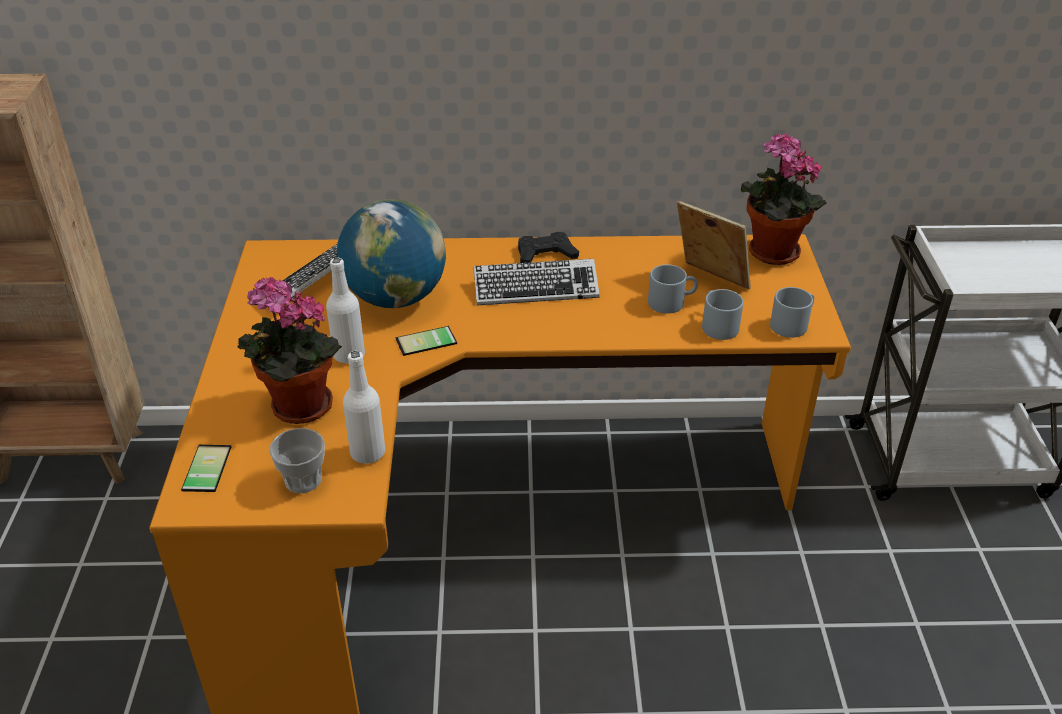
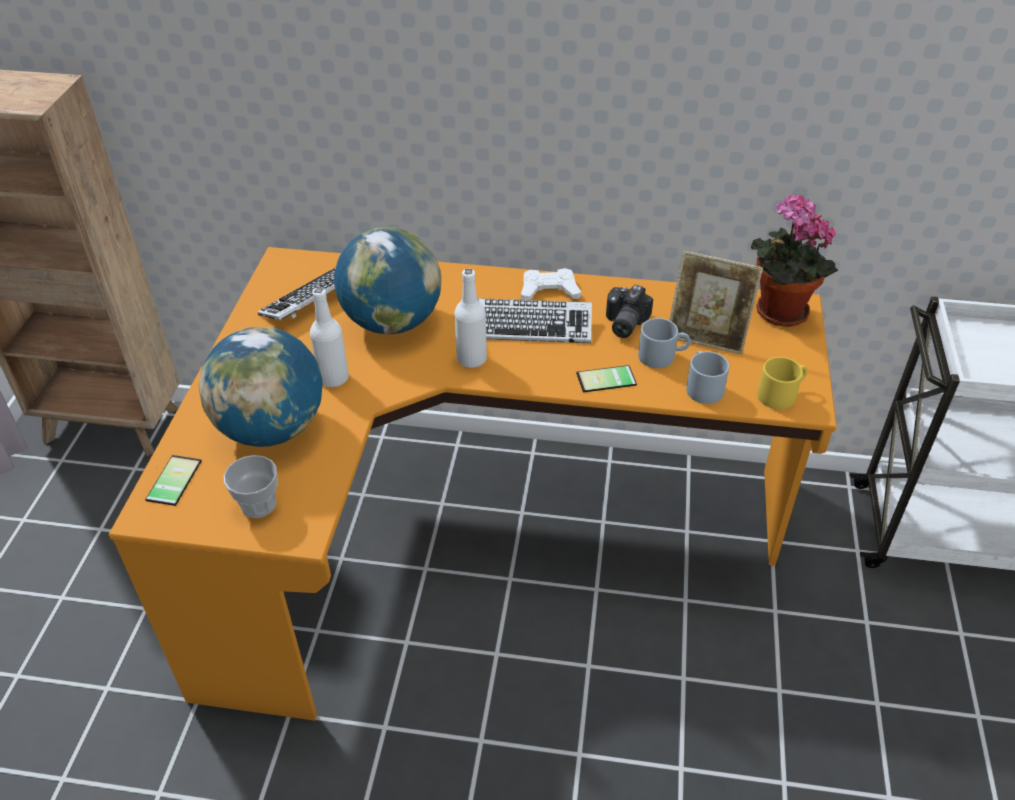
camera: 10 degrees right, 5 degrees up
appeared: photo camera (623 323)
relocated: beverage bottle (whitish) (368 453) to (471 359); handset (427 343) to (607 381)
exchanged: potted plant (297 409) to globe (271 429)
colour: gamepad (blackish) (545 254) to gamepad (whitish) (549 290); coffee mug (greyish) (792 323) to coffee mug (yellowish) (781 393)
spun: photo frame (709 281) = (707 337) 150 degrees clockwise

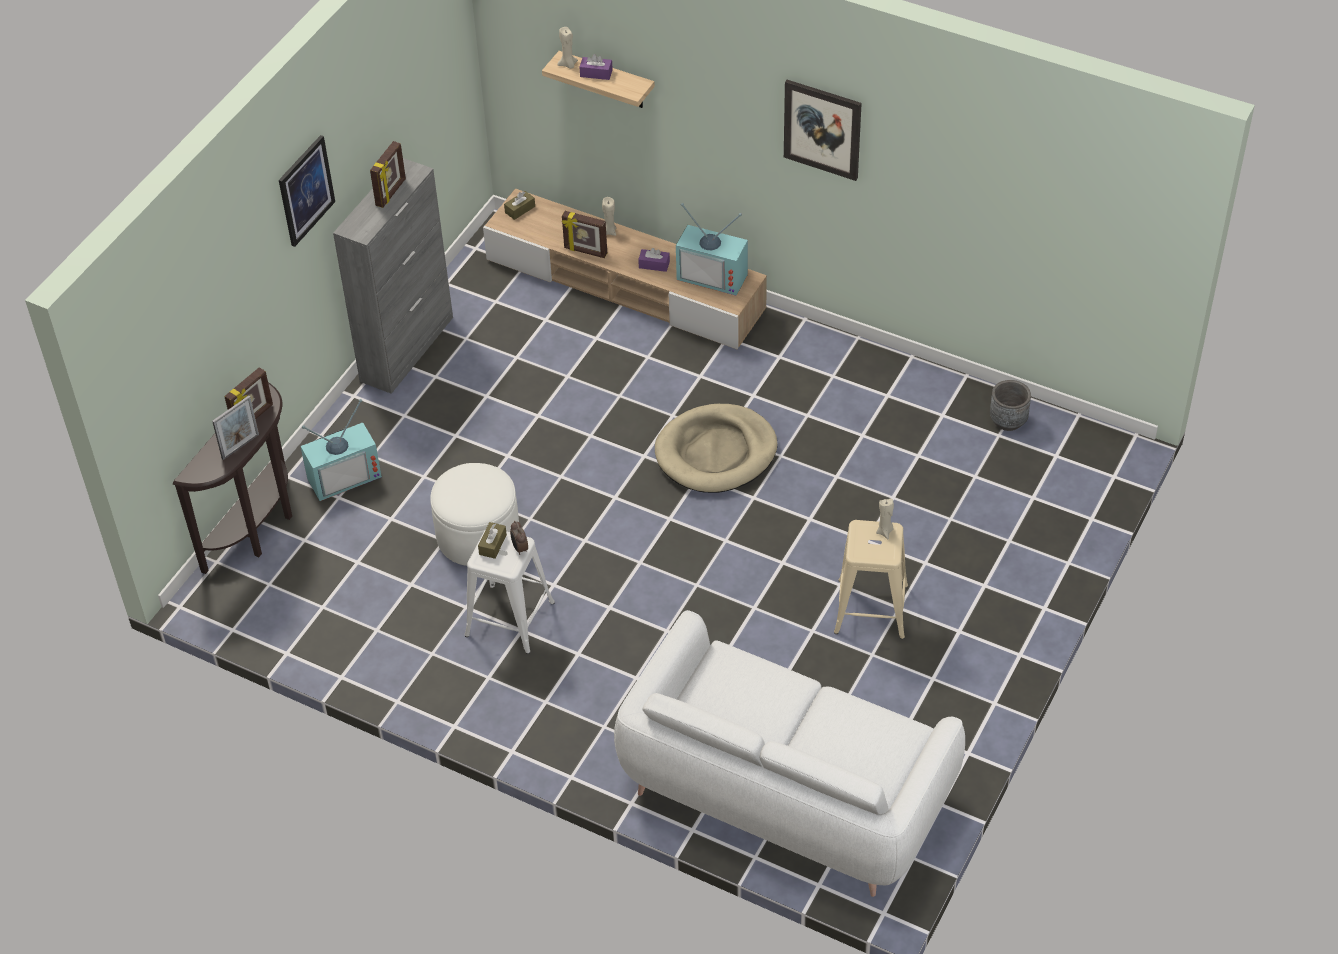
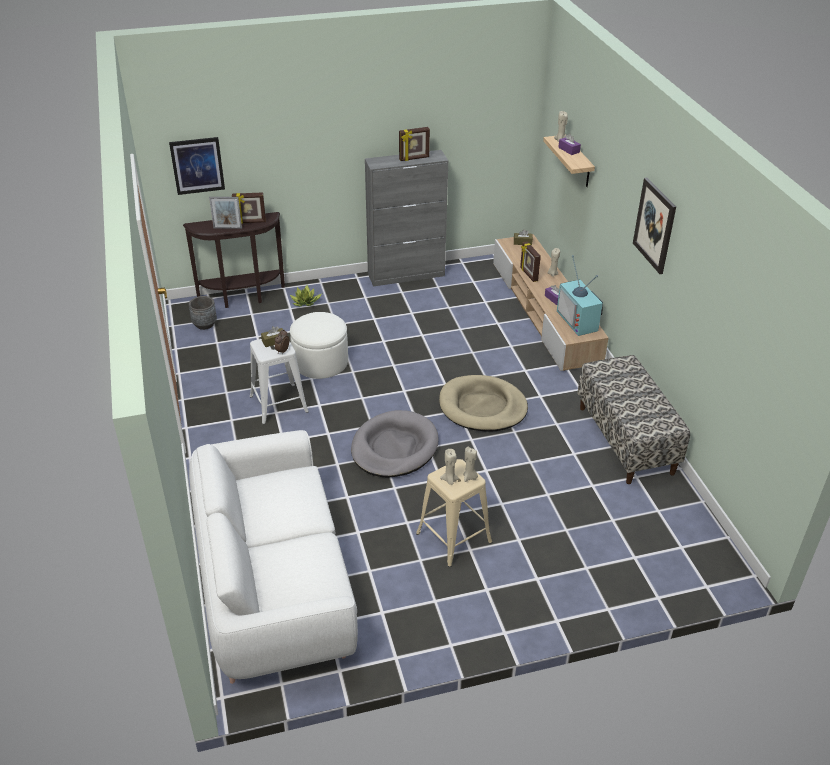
camera: 45 degrees right, 10 degrees down
appeared: dog cushion (greyish) (394 447); wax light (beige) (449 480); bench (626 440)
relocated: wall art (305 190) to (197 165); flower pot (greyish) (1007 421) to (205 324)
exchanged: television (344 475) to potted plant (305 302)

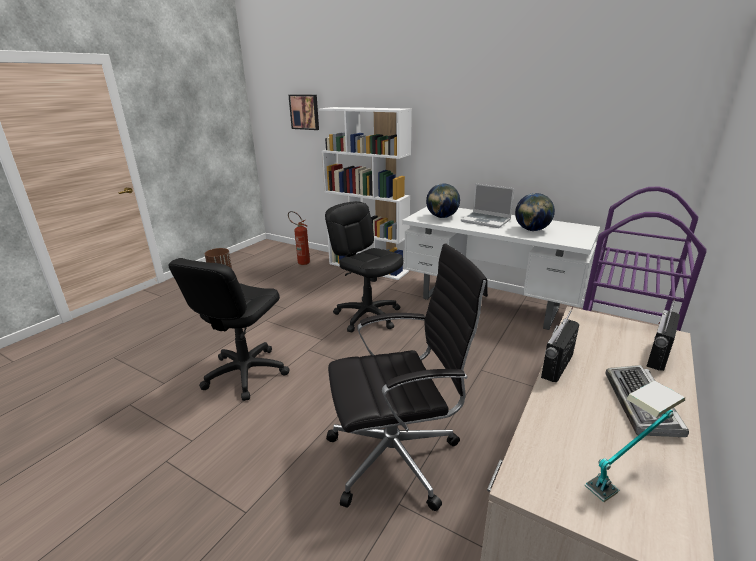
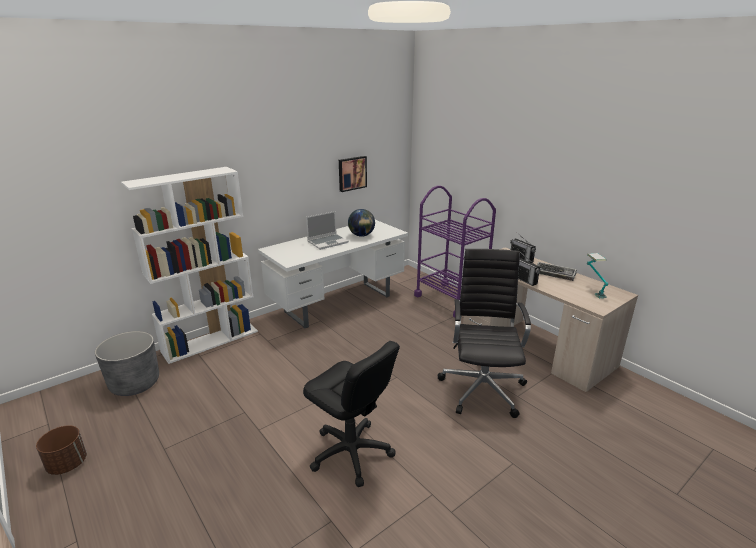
camera: 70 degrees left, 0 degrees up
missing: computer chair (blackish) (368 316); globe (442 217)
relocated: wall art (305 112) to (352 173)
exchanged: fire extinguisher (301 262) to flower pot (greyish) (135 383)

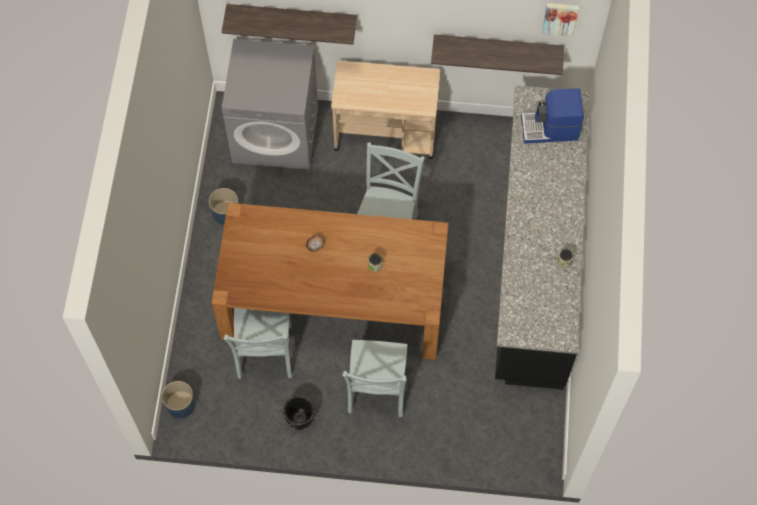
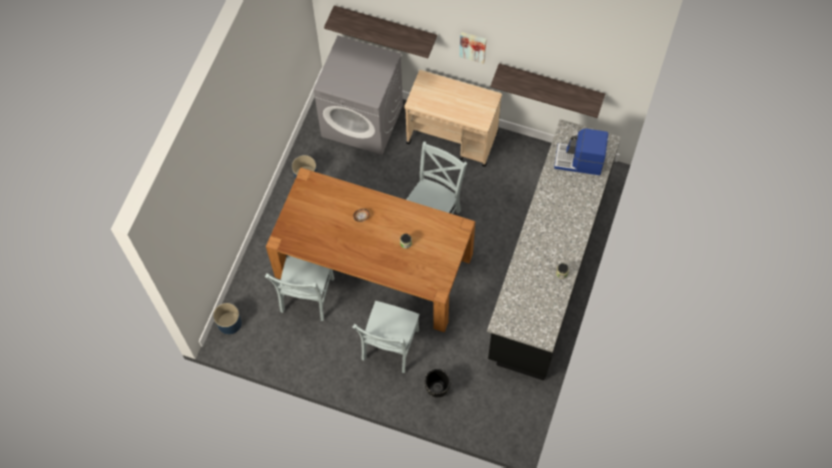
camera: 15 degrees right, 0 degrees up
relocated: flower pot (blackish) (300 418) to (437 388); wall art (560 18) to (473 46)

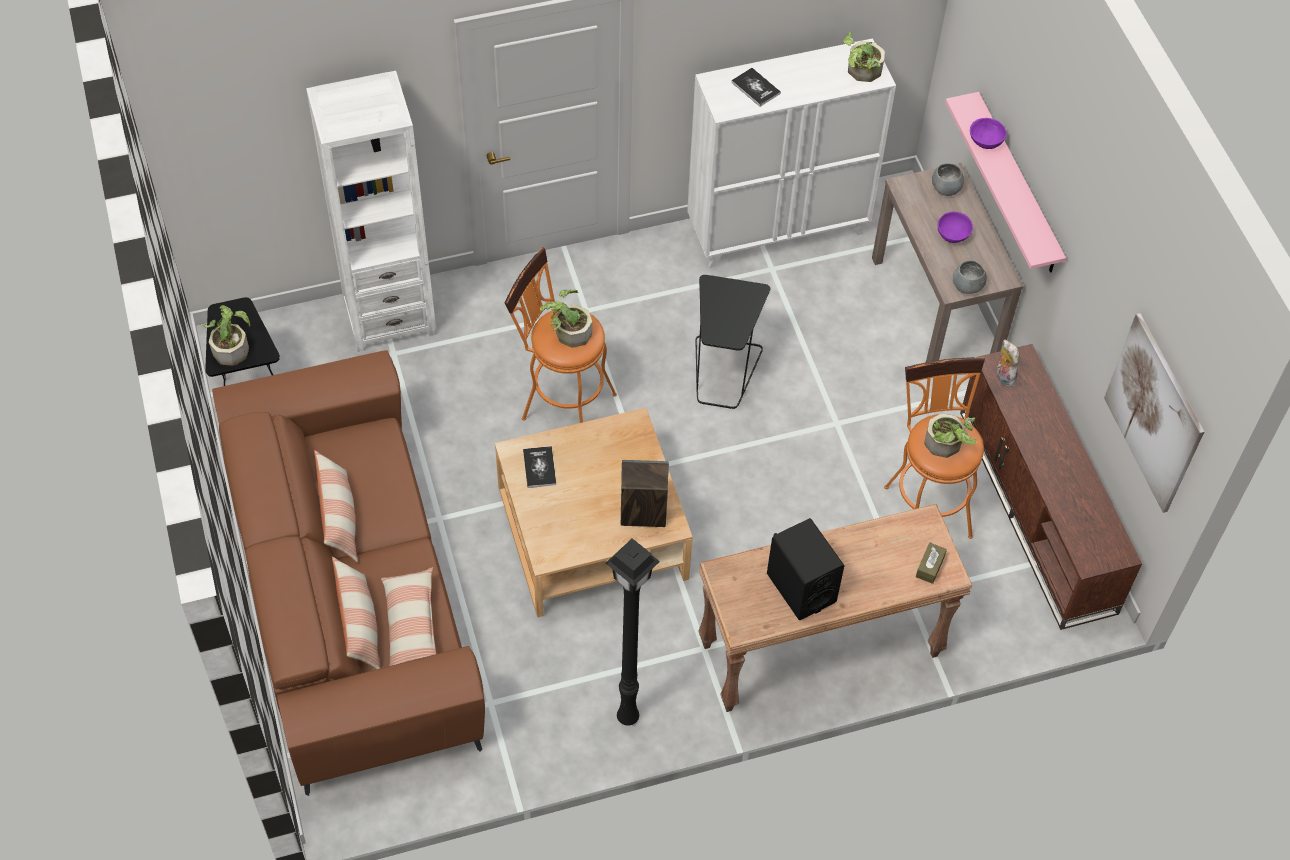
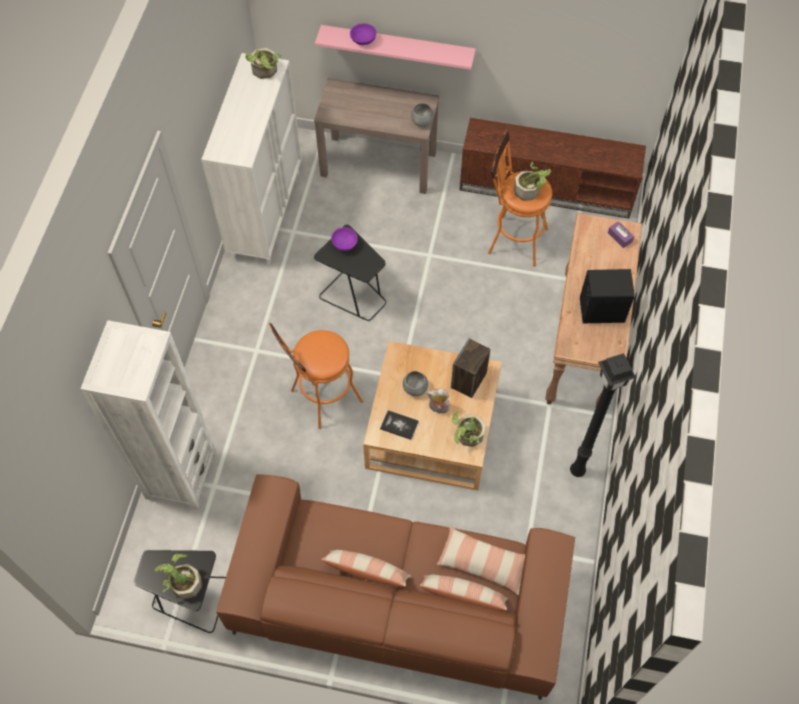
camera: 60 degrees left, 5 degrees up
missing: book (755 88); wall art (1154 413)
relocated: bowl (purple-coloured) (953 235) to (345 244); bowl (greyish) (946 188) to (415 388); soft toy (1003 376) to (438 408); potted plant (568 331) to (467 436)
colour: tissue box (brown) (930 566) to tissue box (purple-coloured) (619 237)

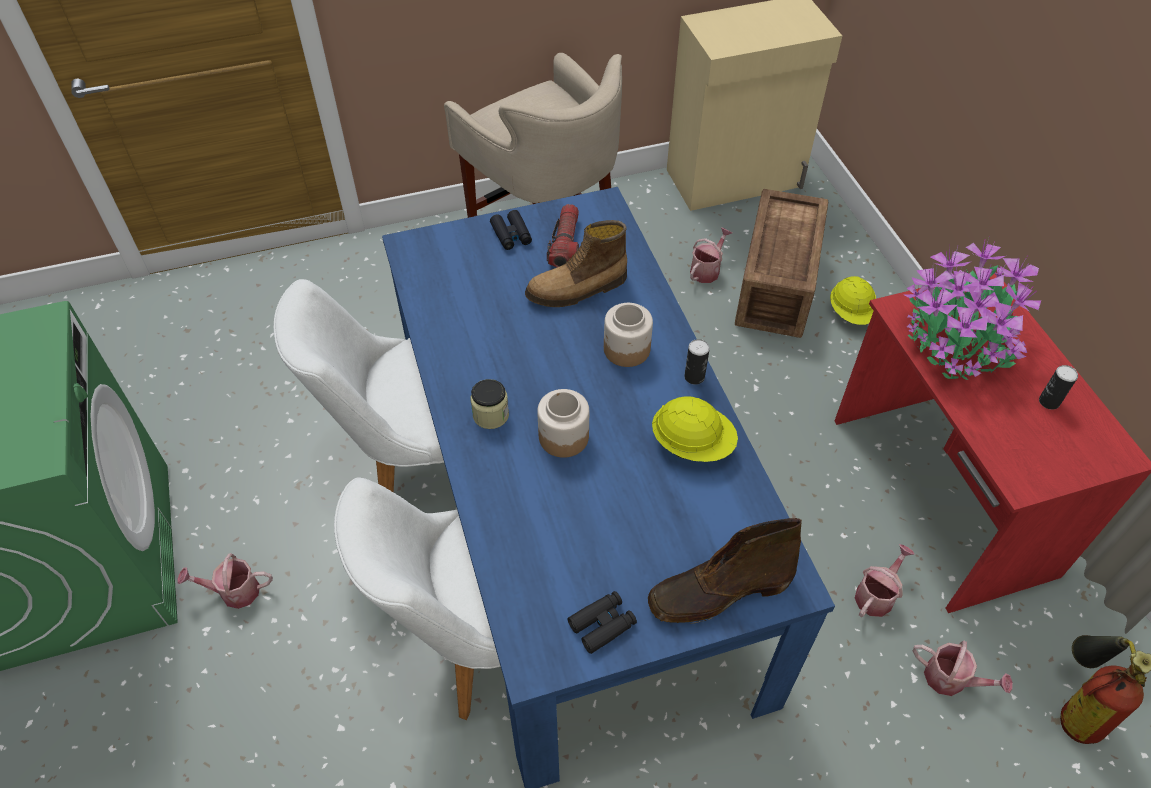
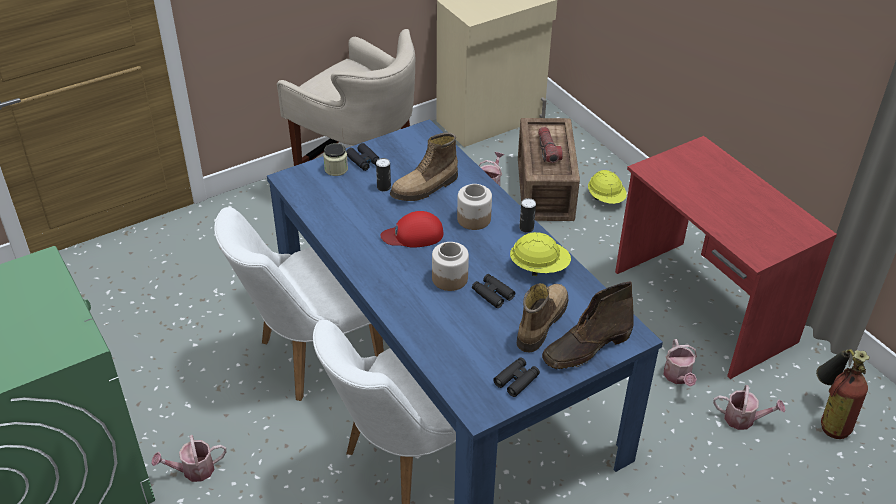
camera: 15 degrees left, 10 degrees down
missing: potted plant (956 341)
appeared: cap (reddish) (413 235); binoculars (blackish) (492 294); tall boot (540 322)
relocated: preserve jar (491 415) to (336 169); can (1049 402) to (384 187); torch (565 244) to (548 150)
spun: watering pot (877 594) = (678 377) 150 degrees clockwise

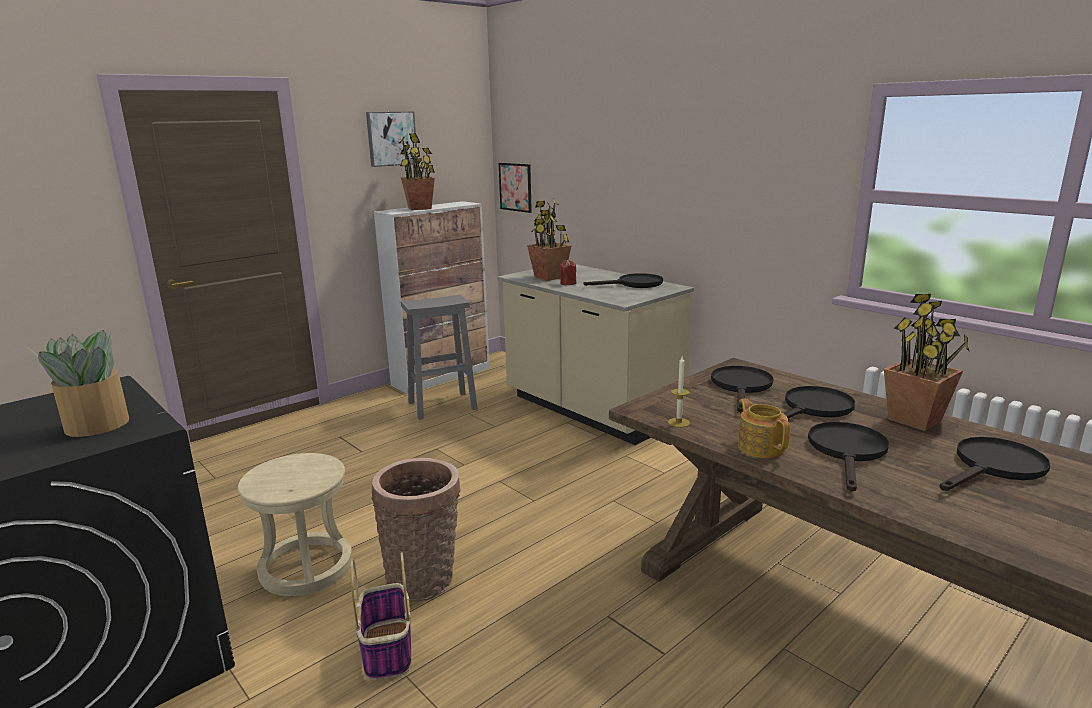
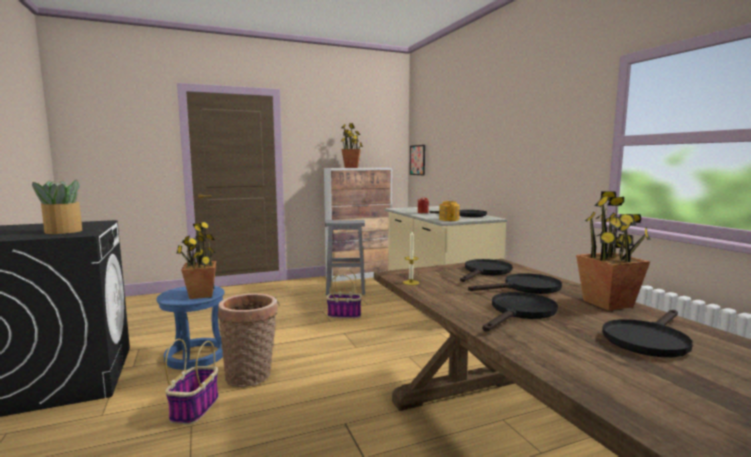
camera: 20 degrees right, 10 degrees down
missing: wall art (391 138)
appeared: storage basket (345 315)
relocated: potted plant (550 277) to (201 295); tea pot (761 447) to (449 219)
colour: stool seat (beige) (306 567) to stool seat (bluish) (195 356)
spun: pan (blackish) (994 467) = (648 339) 150 degrees clockwise

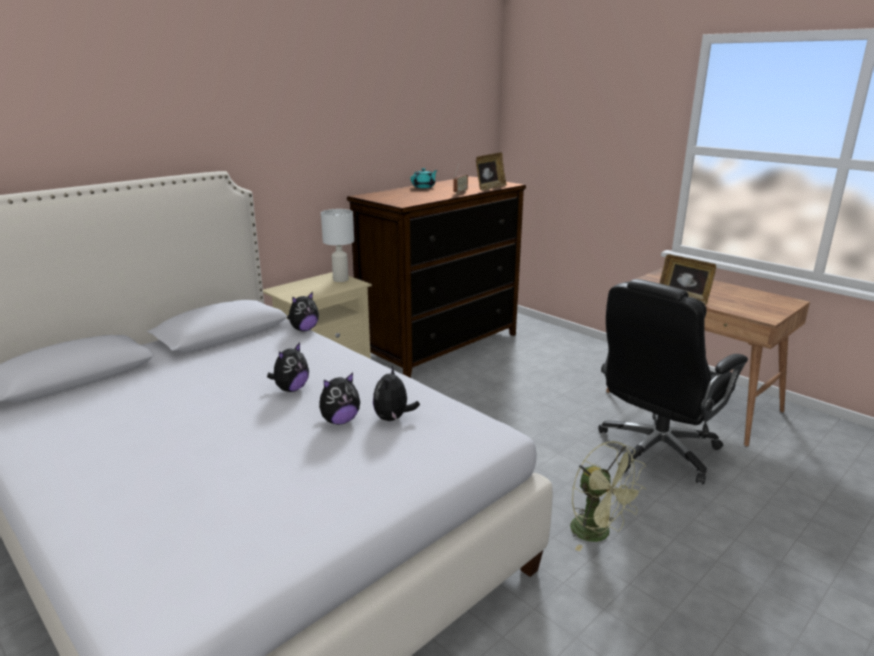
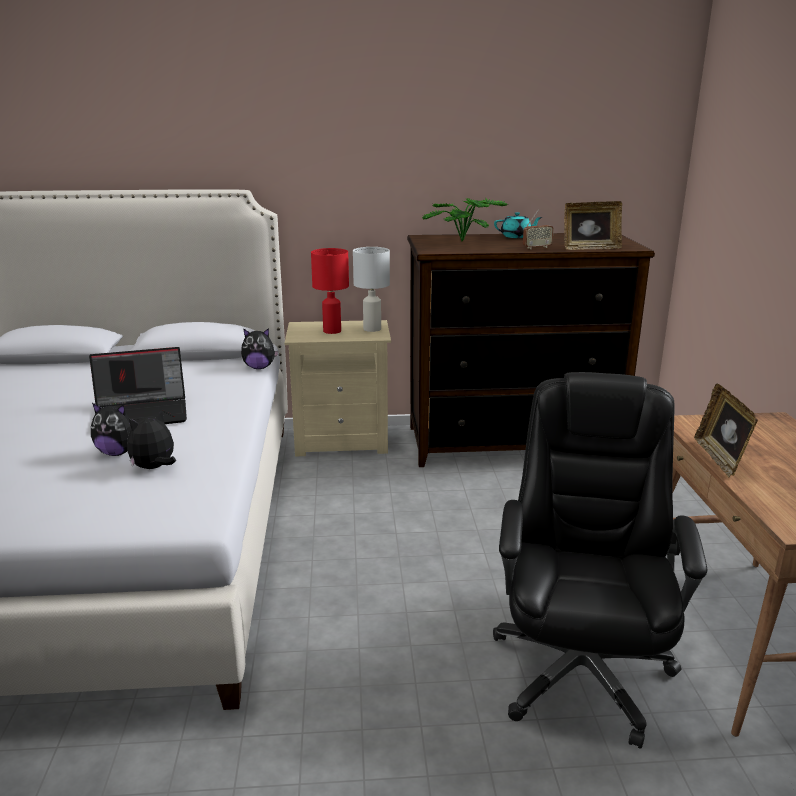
camera: 40 degrees right, 0 degrees up
missing: fan (green-coloured) (598 534)
appeared: lamp for a table (reddish) (331 331); potted plant (463 242)
exchanged: soft toy (291 389) to portable computer (143 413)
spun: computer chair (blackish) (656 451) = (580 669) 105 degrees clockwise

